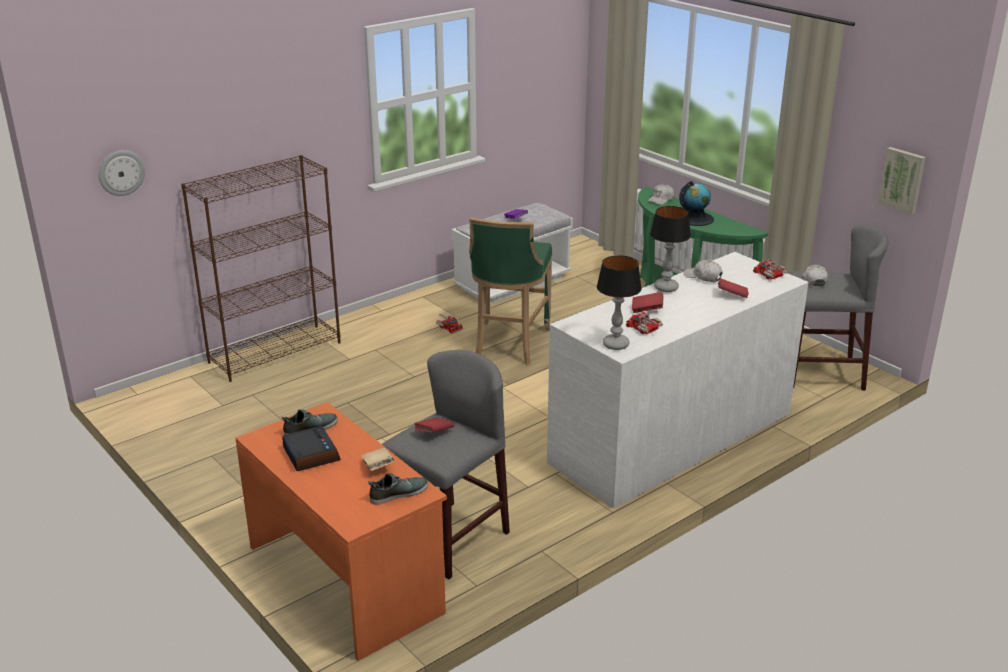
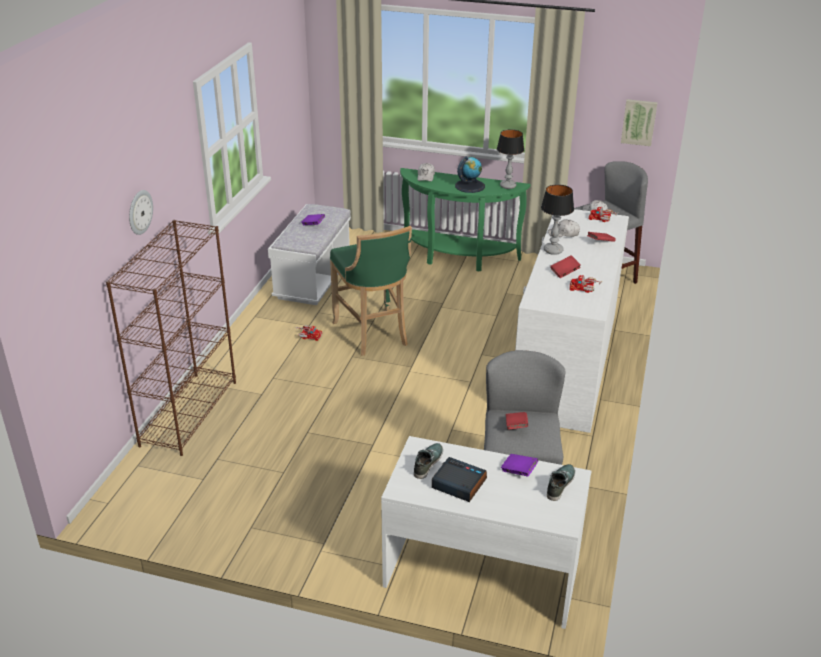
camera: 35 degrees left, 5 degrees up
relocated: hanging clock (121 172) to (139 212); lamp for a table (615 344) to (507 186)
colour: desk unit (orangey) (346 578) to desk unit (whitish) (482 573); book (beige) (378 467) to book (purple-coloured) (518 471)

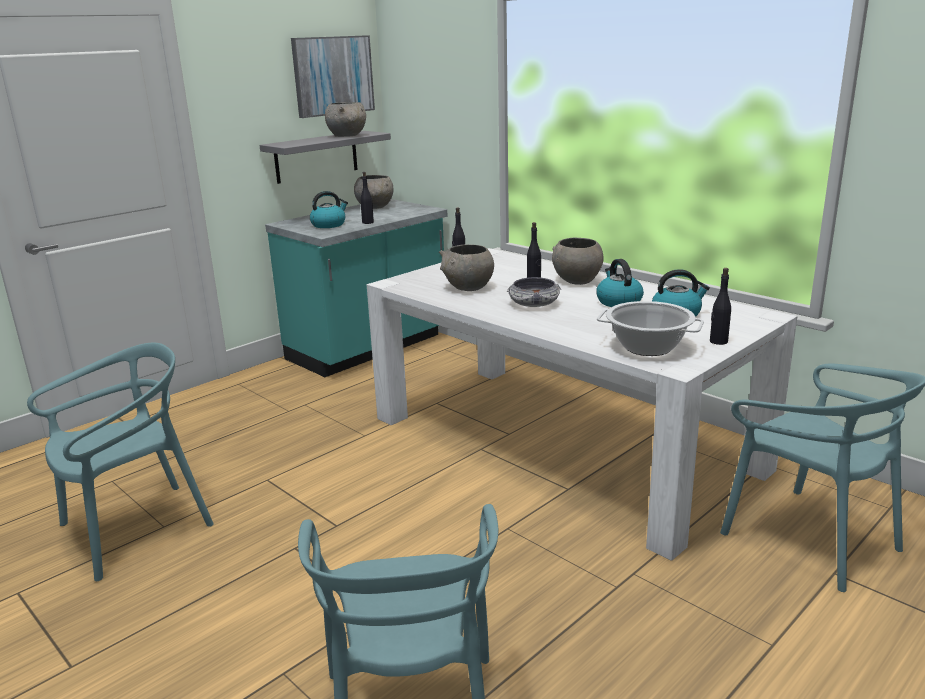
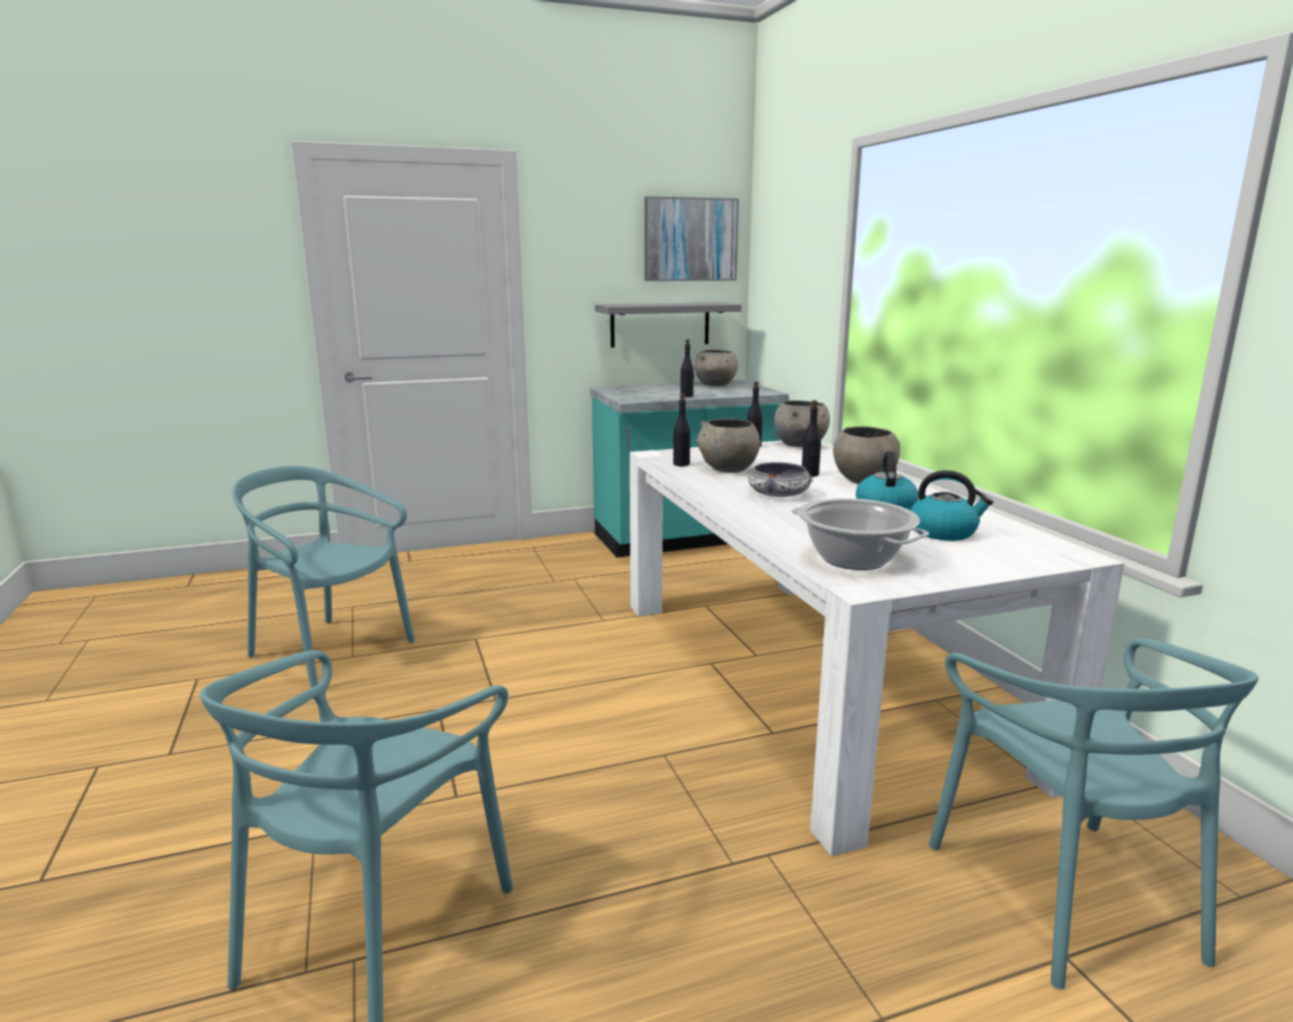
camera: 25 degrees right, 5 degrees down
missing: water kettle (329 225)
relocated: beverage bottle (blackish) (718 341) to (681 464); bowl (greyish) (347 136) to (800 445)
spun: plain chair (blue-green) (136 529) = (329 652) 135 degrees counterclockwise

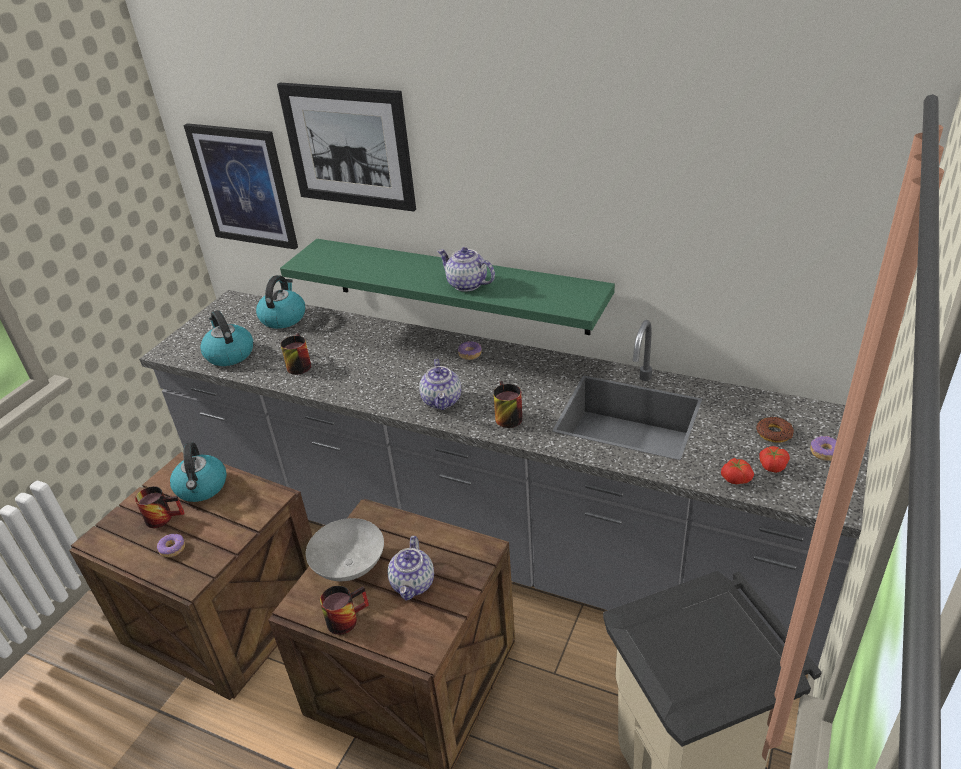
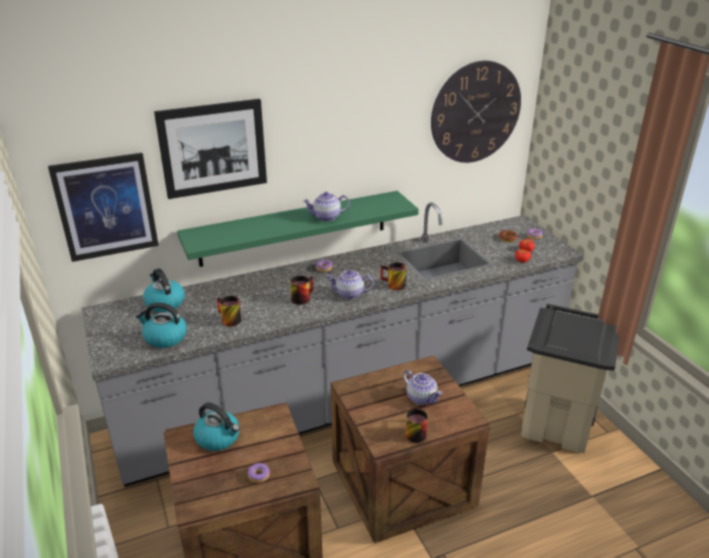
camera: 50 degrees left, 5 degrees down
missing: bowl (greyish) (348 566)
appeared: hanging clock (475 112)
relocated: coffee mug (164 516) to (301 297)
spun: tea pot (442 401) = (349 294) 150 degrees clockwise

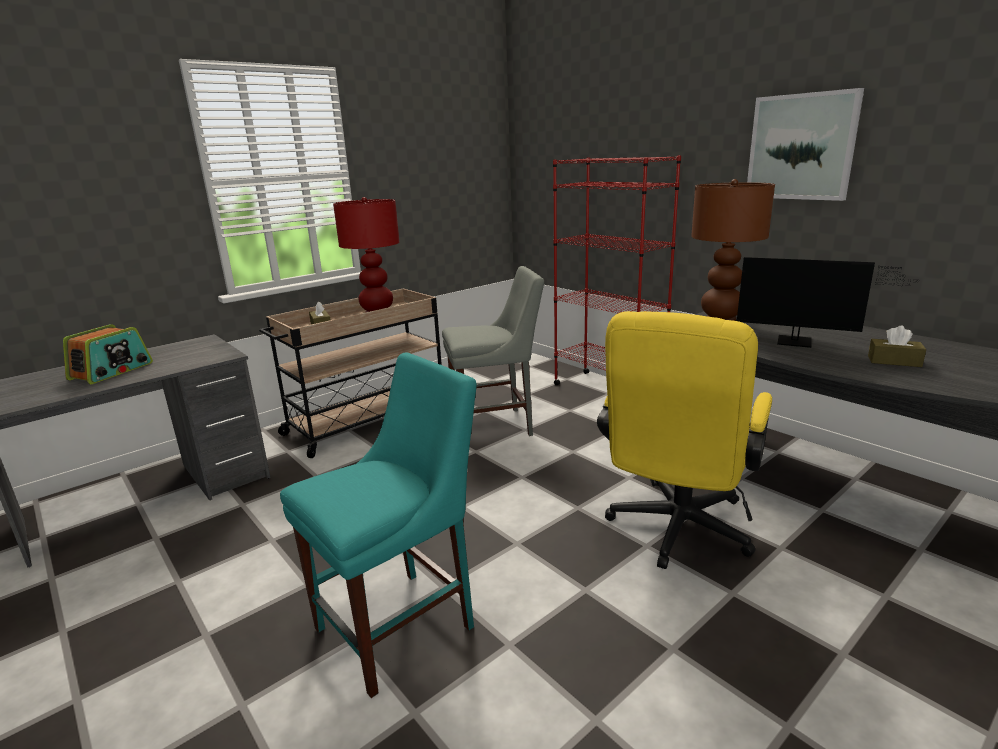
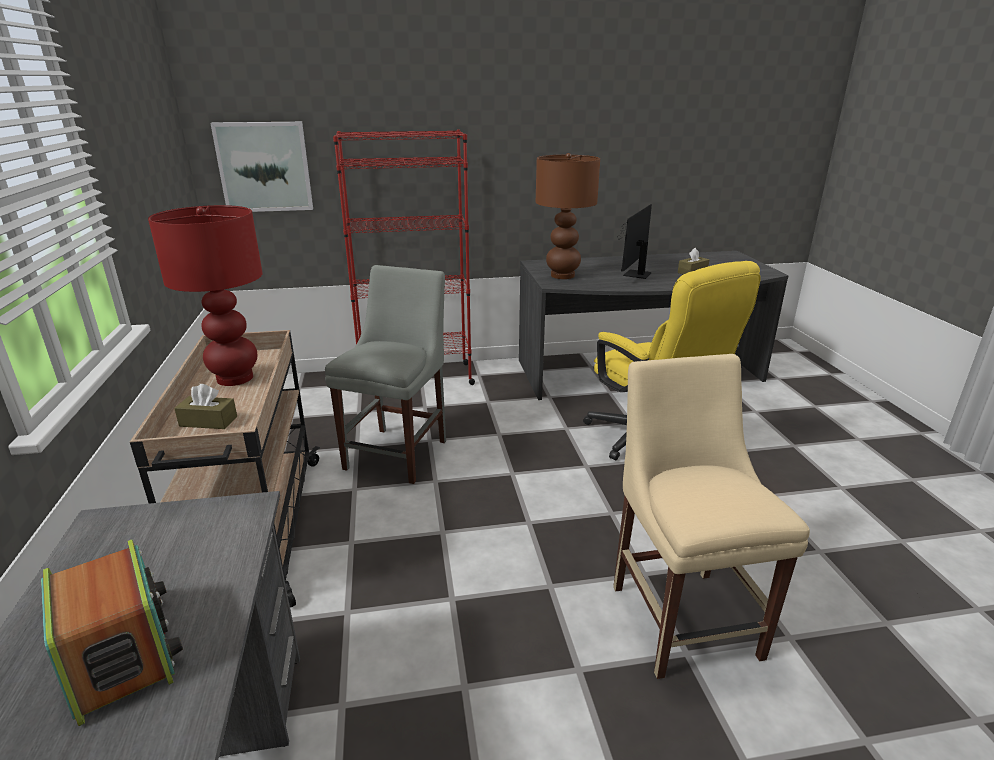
camera: 60 degrees left, 5 degrees up
relocated: wall art (801 147) to (264 167)
colour: plain chair (blue-green) (402 624) to plain chair (beige) (681 614)
spun: computer display (800 342) = (635 275) 150 degrees clockwise

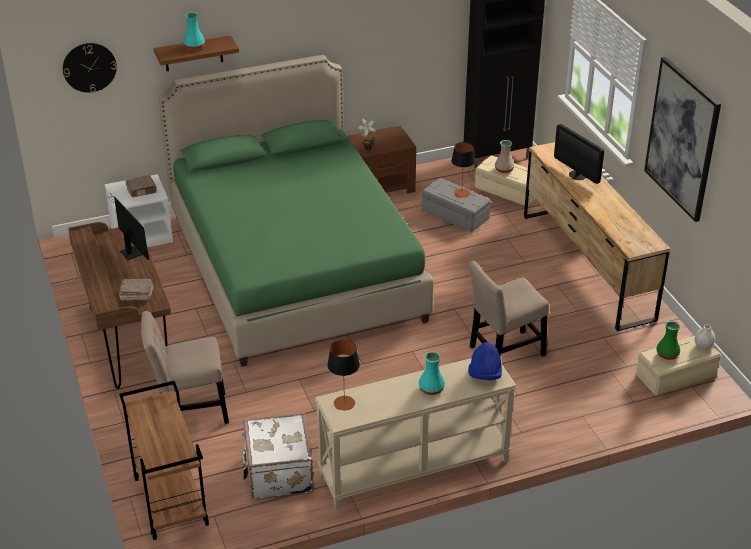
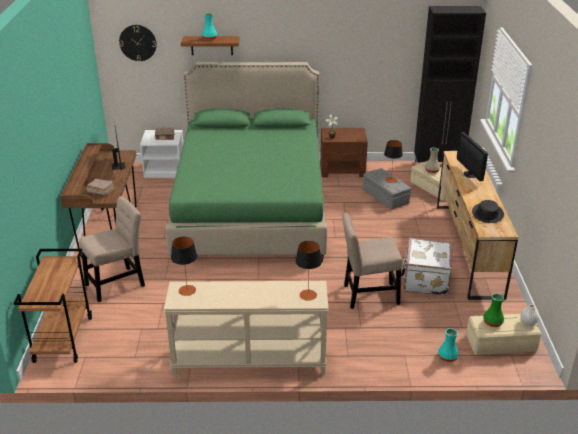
camera: 20 degrees right, 5 degrees down
missing: wall art (682 138)
appeared: hat (blackish) (487 214)
relocated: piece of luggage (whitish) (278 474) to (425 280); vase (blue-green) (431 389) to (447 357)
exchanged: hat (bluish) (484 374) to lamp for a table (308 295)
spun: plain chair (beige) (189 412) = (118 283) 135 degrees clockwise

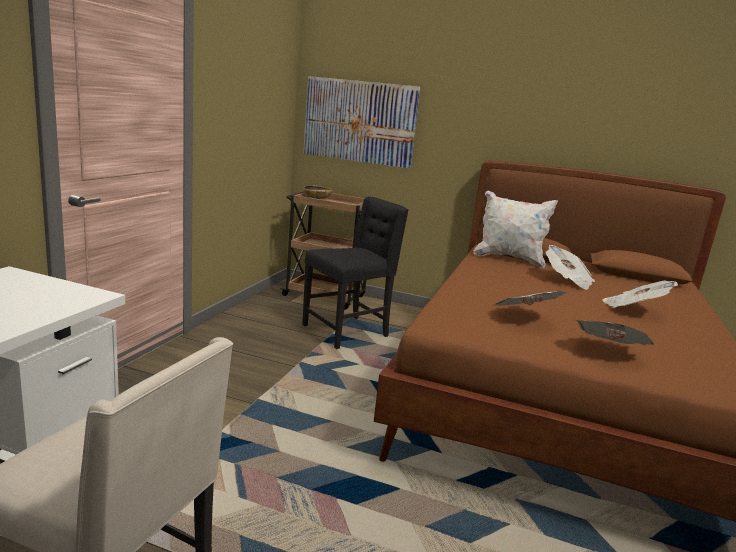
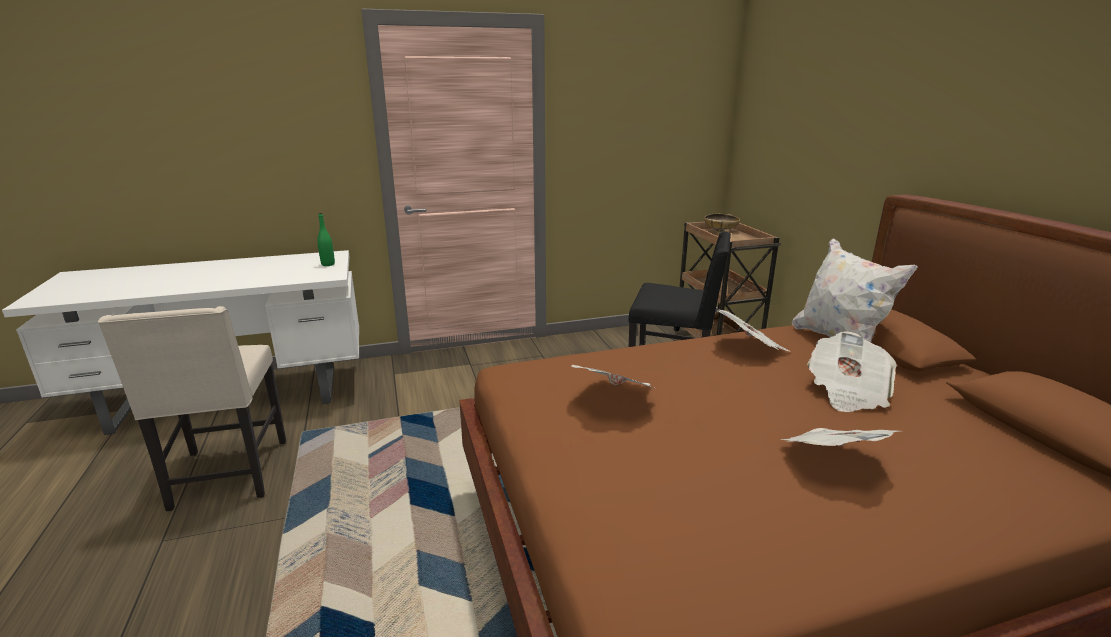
camera: 55 degrees right, 5 degrees up
missing: wall art (359 121)
appeared: beverage bottle (green-coloured) (328 264)
relocated: printed paper (609 352) to (750 348)

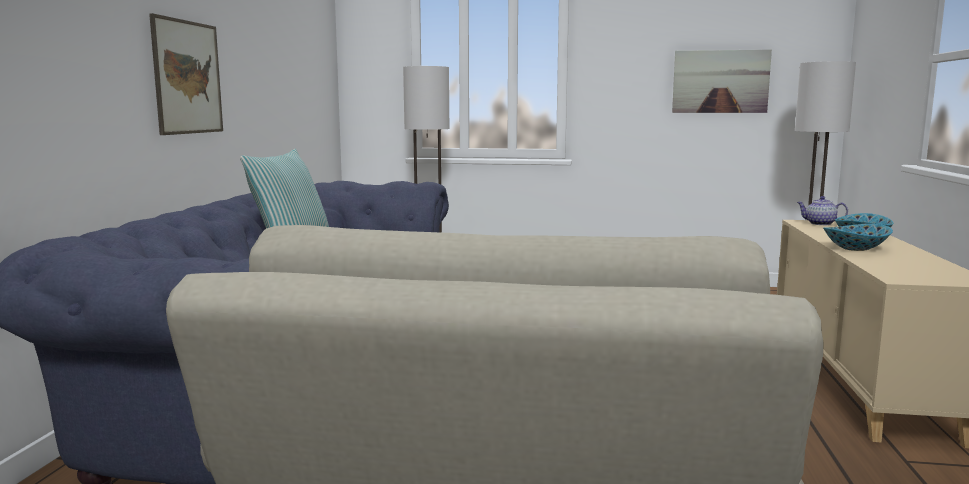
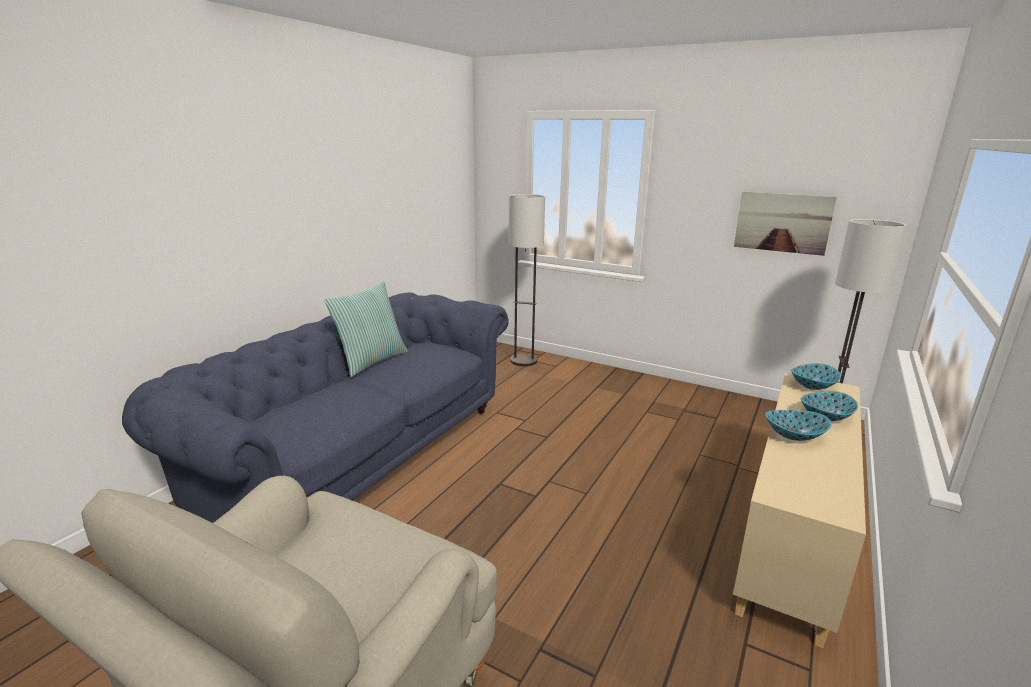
camera: 20 degrees right, 10 degrees up
missing: wall art (188 77)
exchanged: tea pot (819 224) to bowl (812 386)

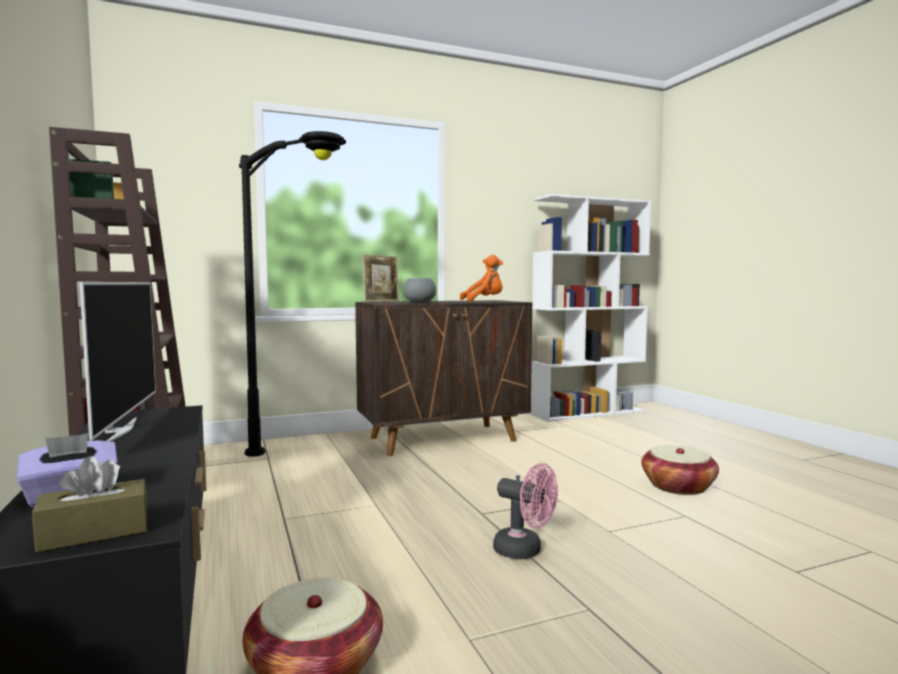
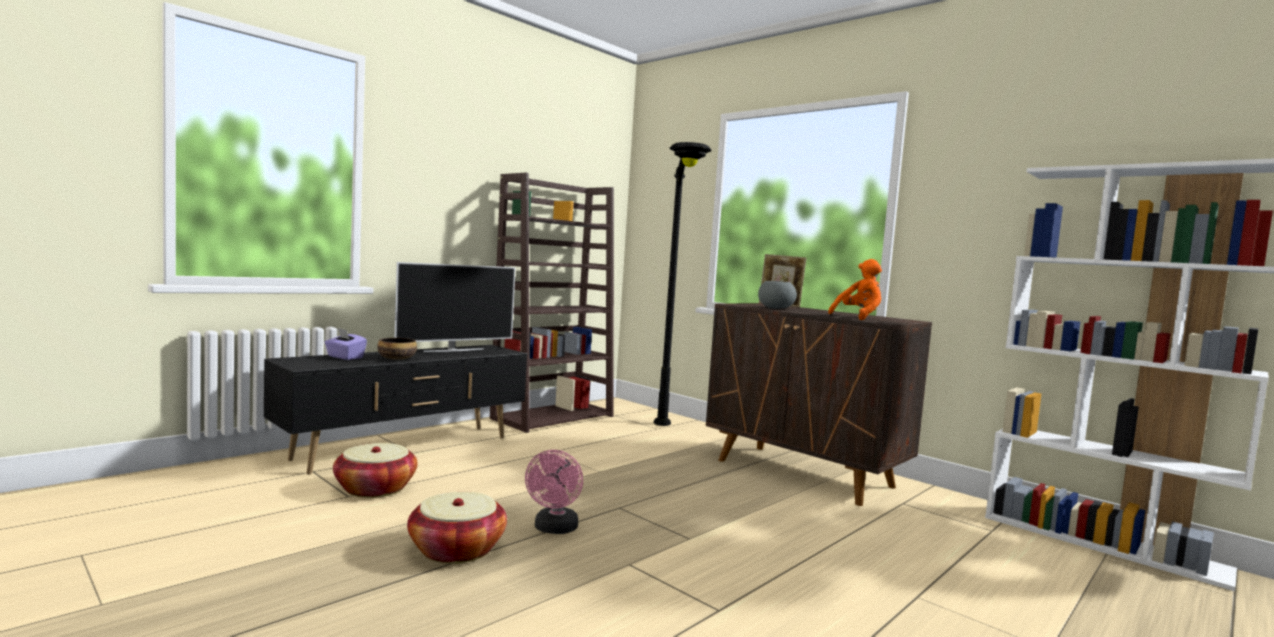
camera: 65 degrees right, 0 degrees up
missing: tissue box (brown) (95 532)
appeared: bowl (397 358)
relocated: storage basket (678 487) to (457 550)
spun: soft toy (orangey) (484 301) = (859 317) 90 degrees counterclockwise

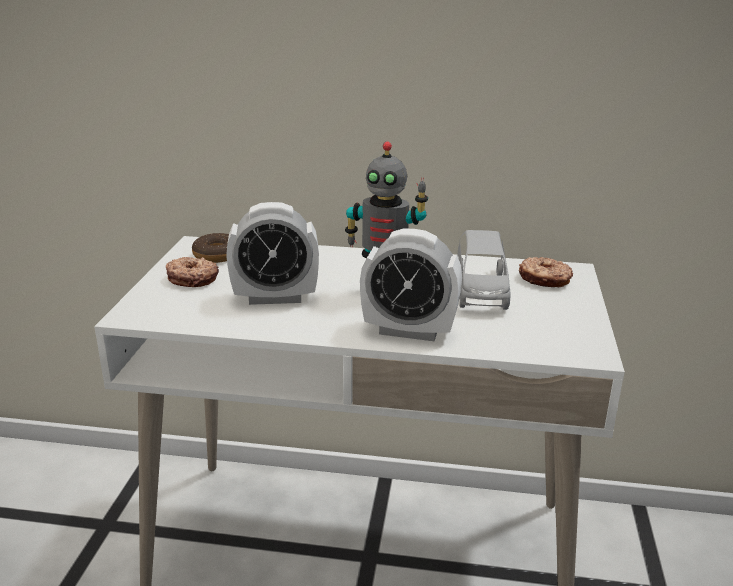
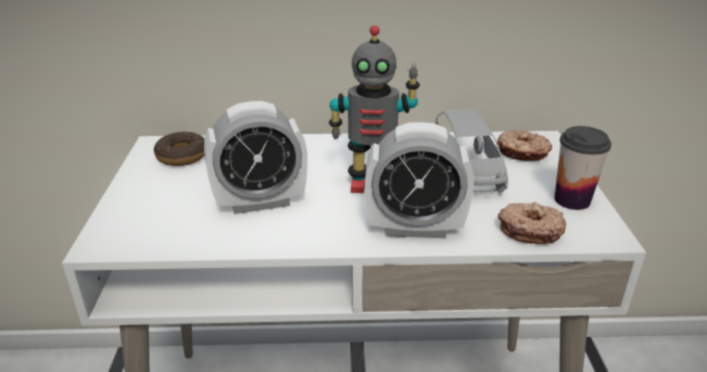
camera: 10 degrees left, 5 degrees up
appeared: small cup (572 200)
relocated: donut (192 279) to (530 230)

